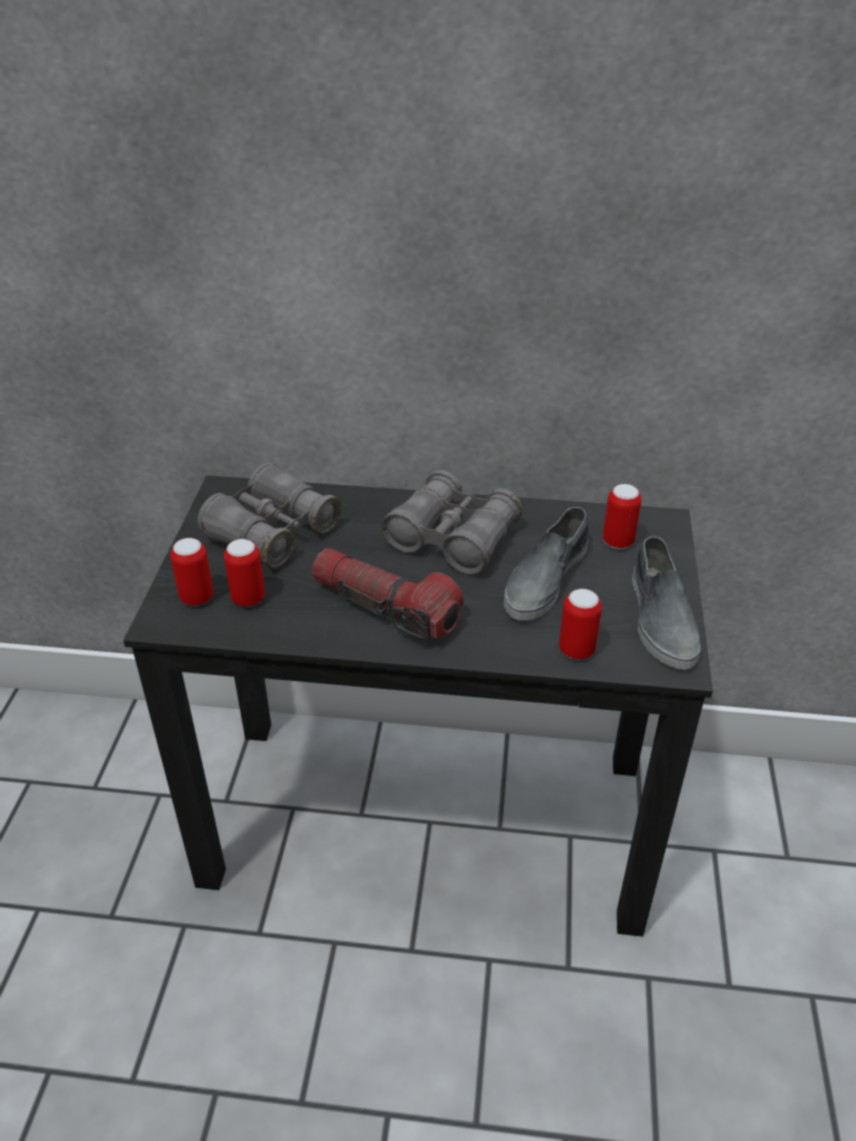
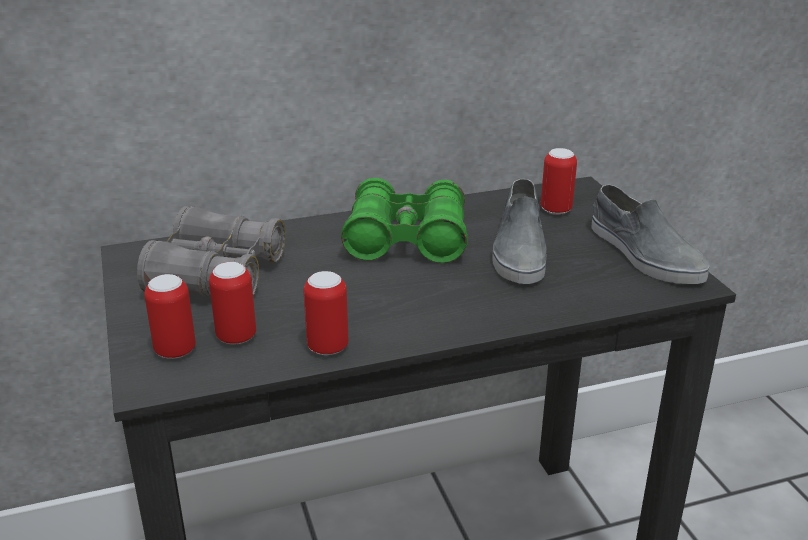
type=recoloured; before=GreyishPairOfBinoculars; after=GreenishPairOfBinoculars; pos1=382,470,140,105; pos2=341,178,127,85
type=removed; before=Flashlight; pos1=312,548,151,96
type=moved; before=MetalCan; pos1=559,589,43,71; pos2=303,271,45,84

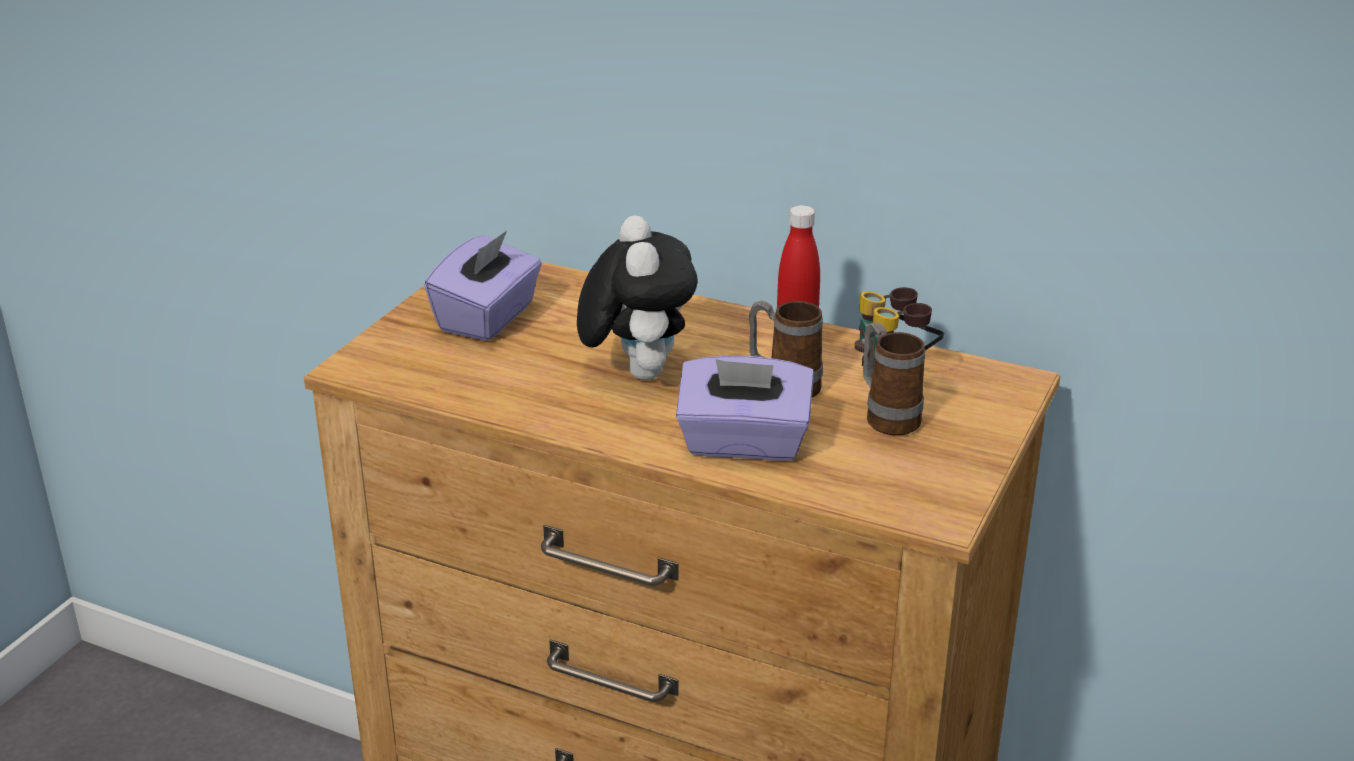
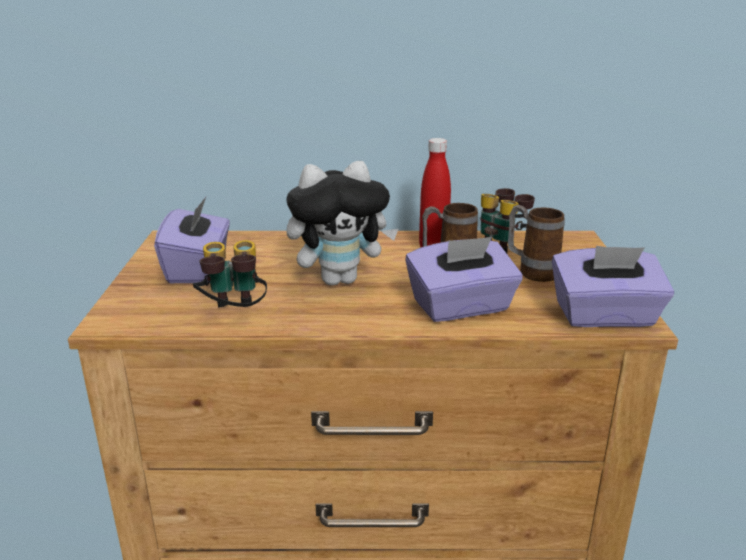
type=turned; before=PlushToy; pos1=577,215,120,165; pos2=286,161,112,125; turn=105
type=added; after=PairOfBinoculars; pos2=193,240,74,68
type=added; after=PurpleTissueBox; pos2=552,246,122,81

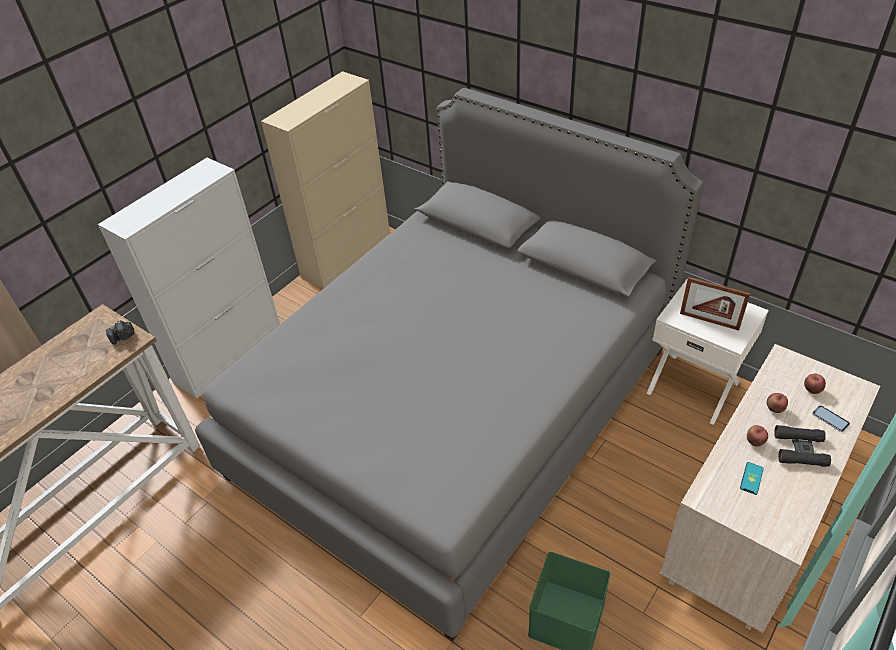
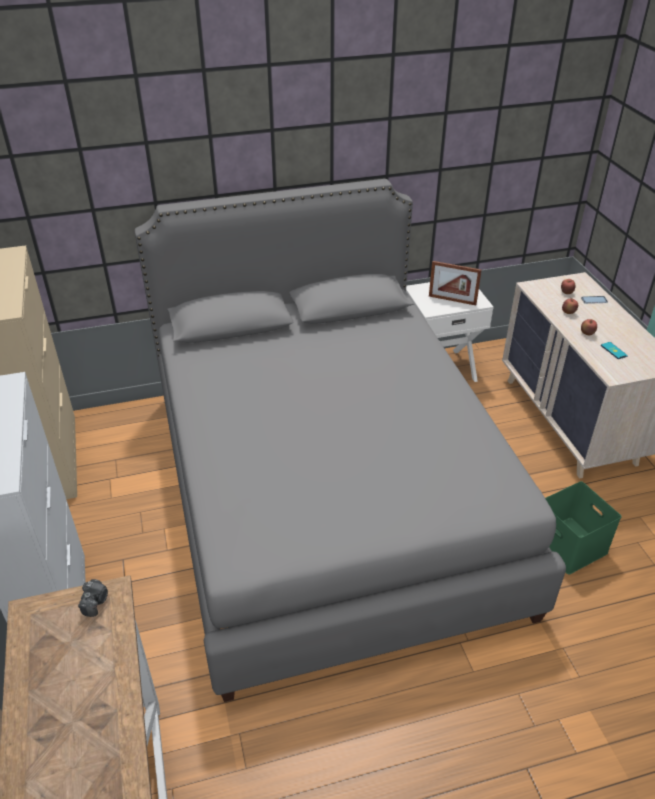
type=turned; before=StandingFrame; pos1=680,277,70,54; pos2=429,261,53,44; turn=45
type=removed; before=BlackishPairOfBinoculars; pos1=774,425,57,42

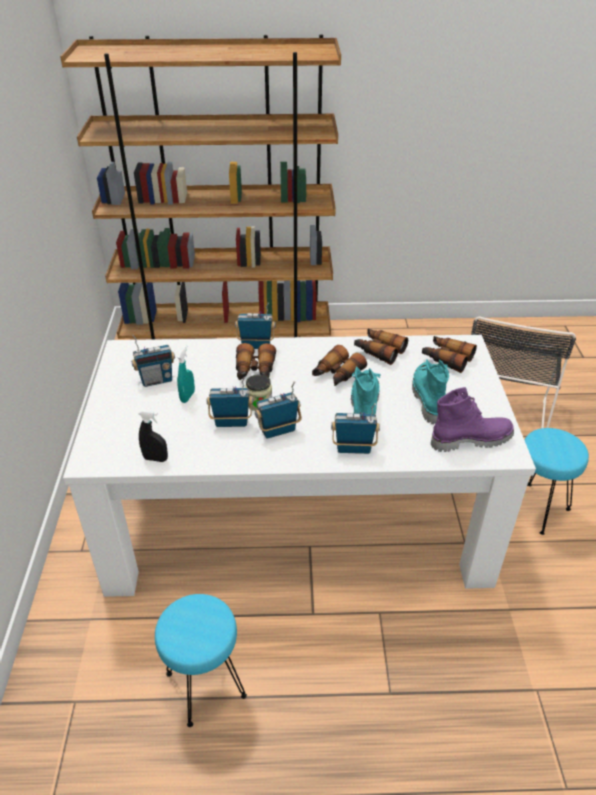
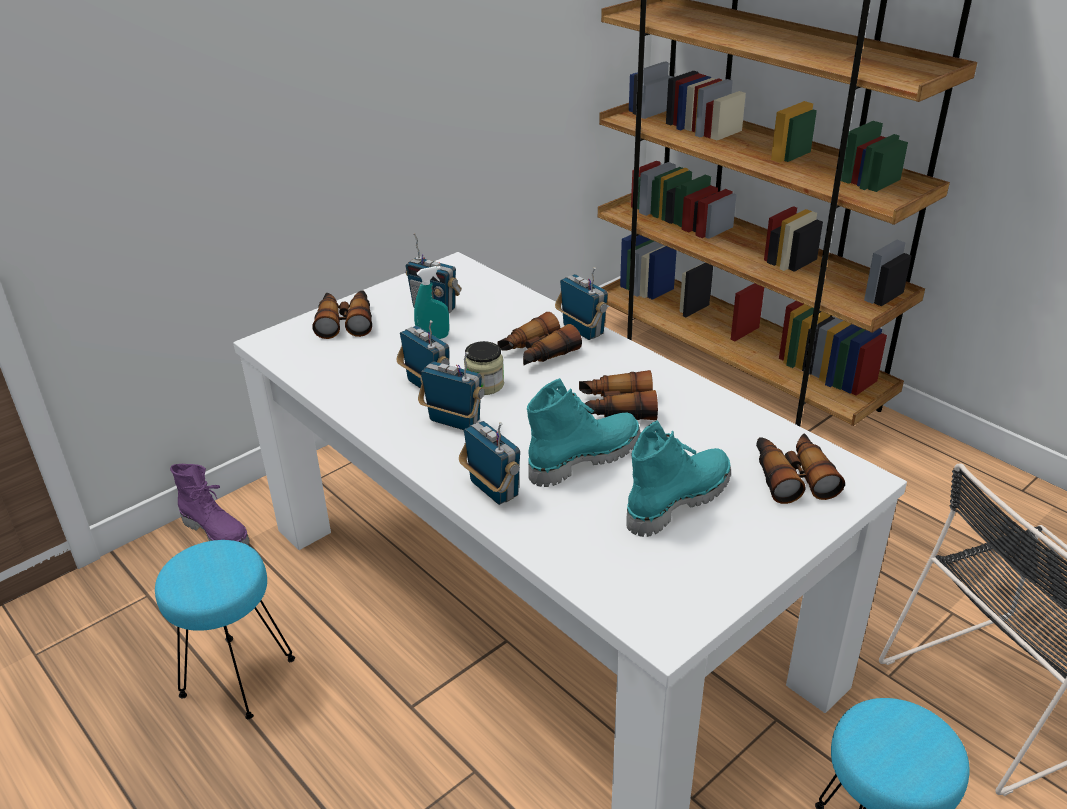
type=moved; before=PairOfBinoculars; pos1=354,329,54,36; pos2=312,290,60,49
type=moved; before=PurpleTallBoot; pos1=431,387,83,65; pos2=170,464,80,81
type=removed; before=BlackishSprayer; pos1=138,410,30,52

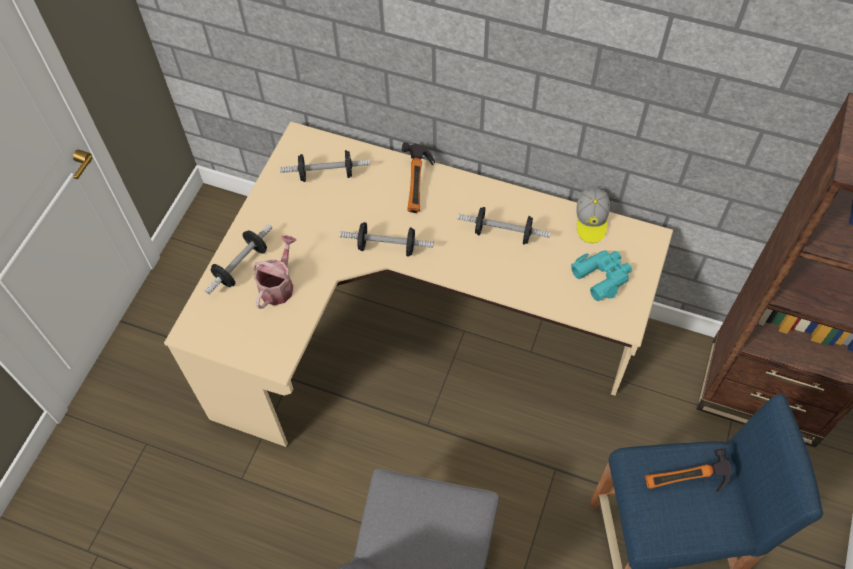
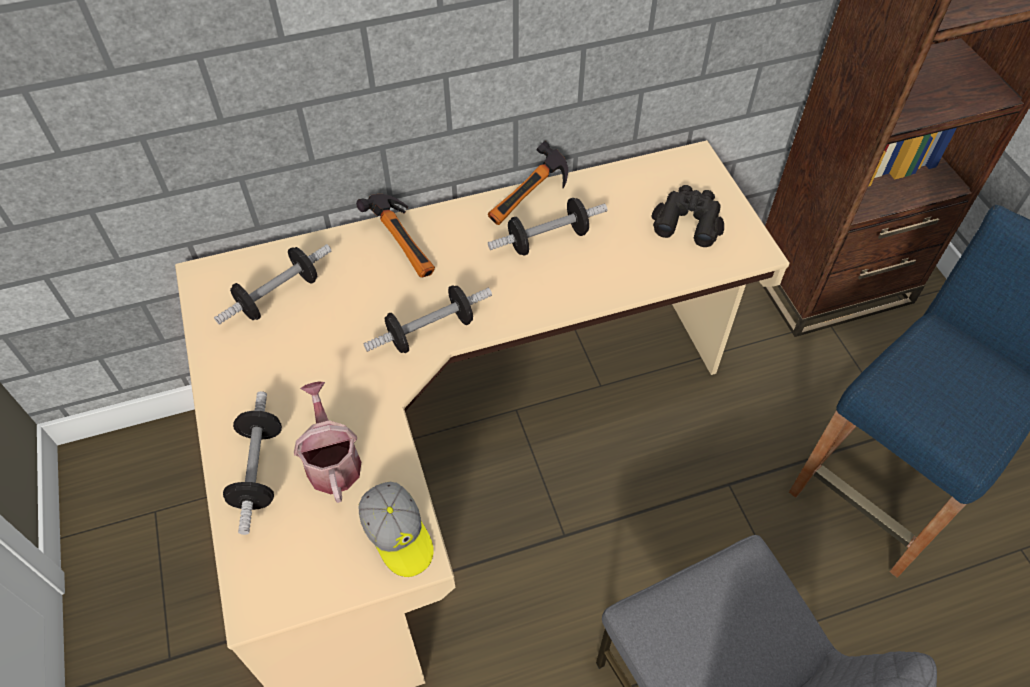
type=moved; before=Cap; pos1=576,188,34,55; pos2=358,482,76,95
type=recoloured; before=TurquoisePairOfBinoculars; after=BlackishPairOfBinoculars; pos1=571,251,61,50; pos2=651,185,73,62
type=moved; before=Hammer; pos1=644,449,87,43; pos2=488,141,80,84

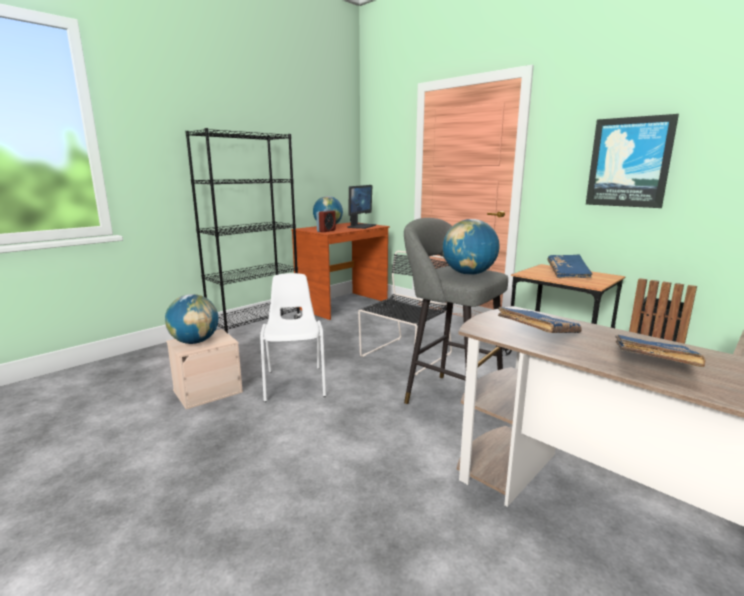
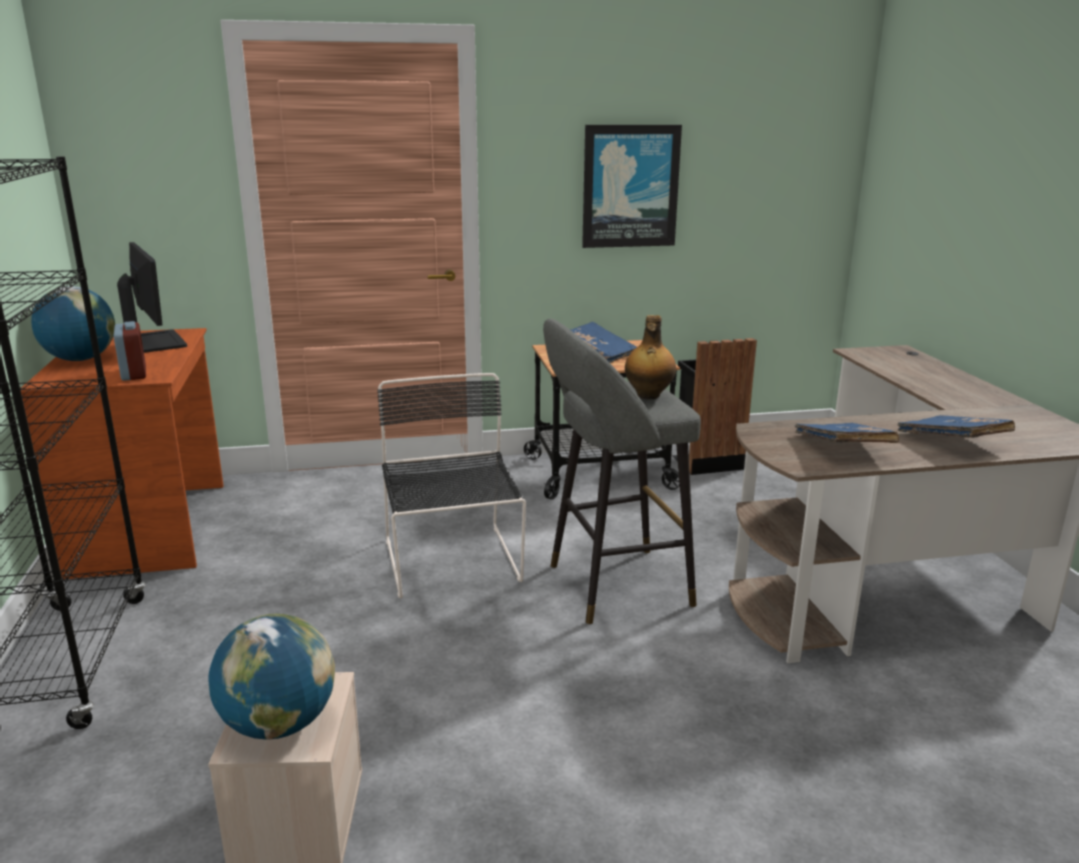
type=replaced; before=DeskGlobe; after=BeverageBottle; pos1=443,219,57,56; pos2=625,315,51,85
type=removed; before=WhitishUprightChair; pos1=260,273,66,129

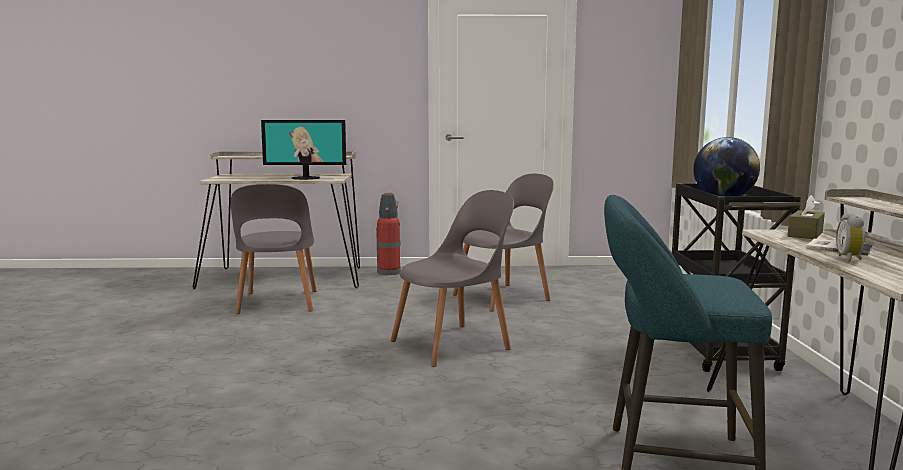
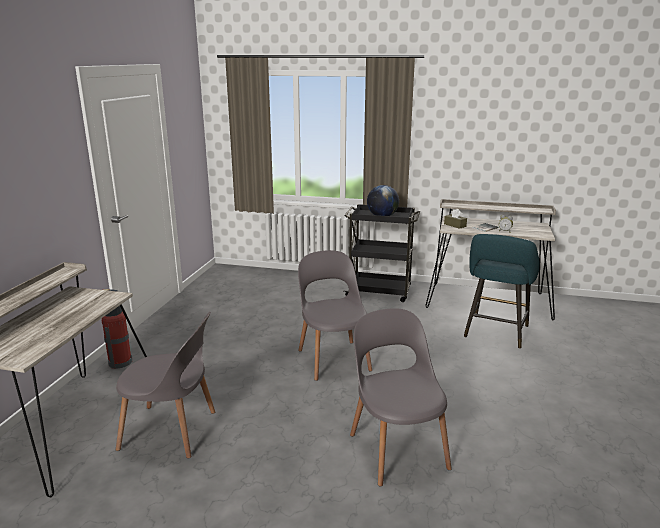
type=removed; before=ComputerDisplay; pos1=261,120,85,60
type=moved; before=GreyishUprightChair; pos1=453,174,101,138; pos2=350,308,102,179

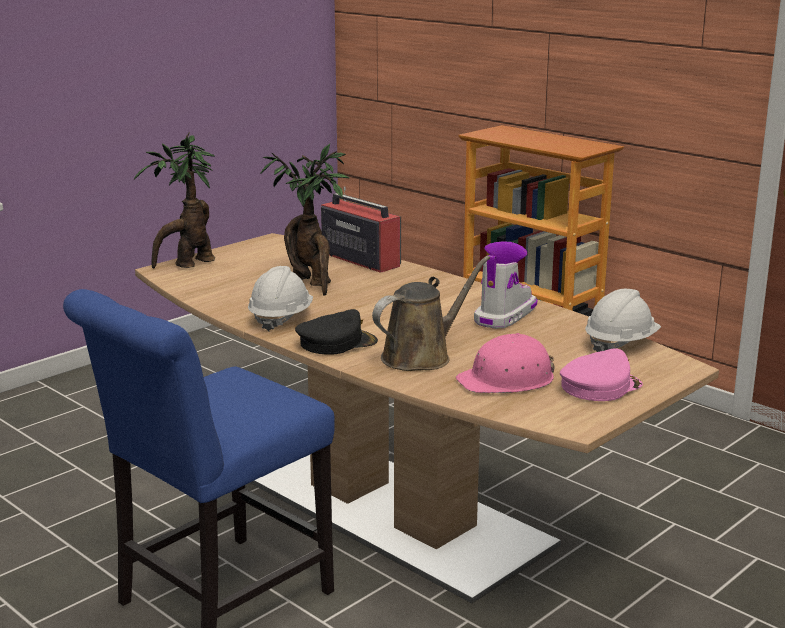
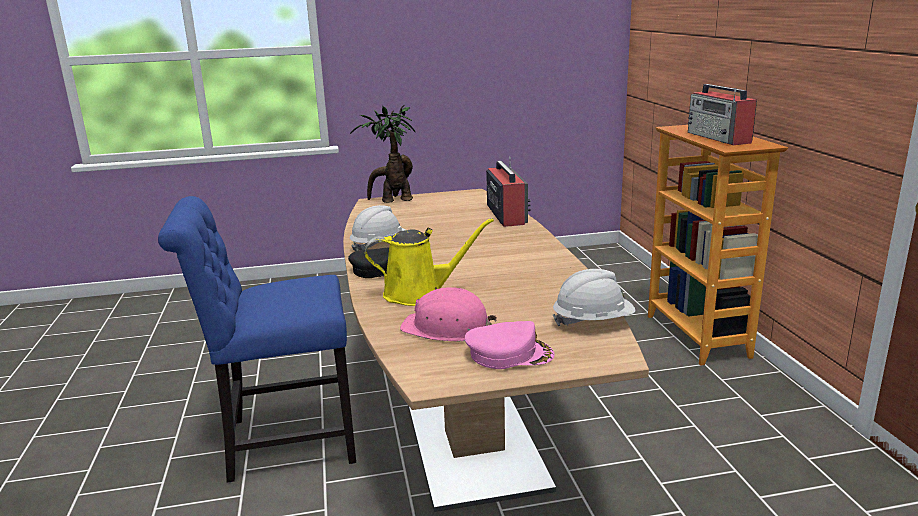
type=removed; before=PottedPlant; pos1=260,144,89,152
type=removed; before=TallBoot; pos1=474,241,63,88
type=recoloured; before=BrownWateringCan; after=YellowColouredWateringCan; pos1=372,256,118,115; pos2=365,218,129,88
type=added; after=RadioSet; pos2=688,84,69,61

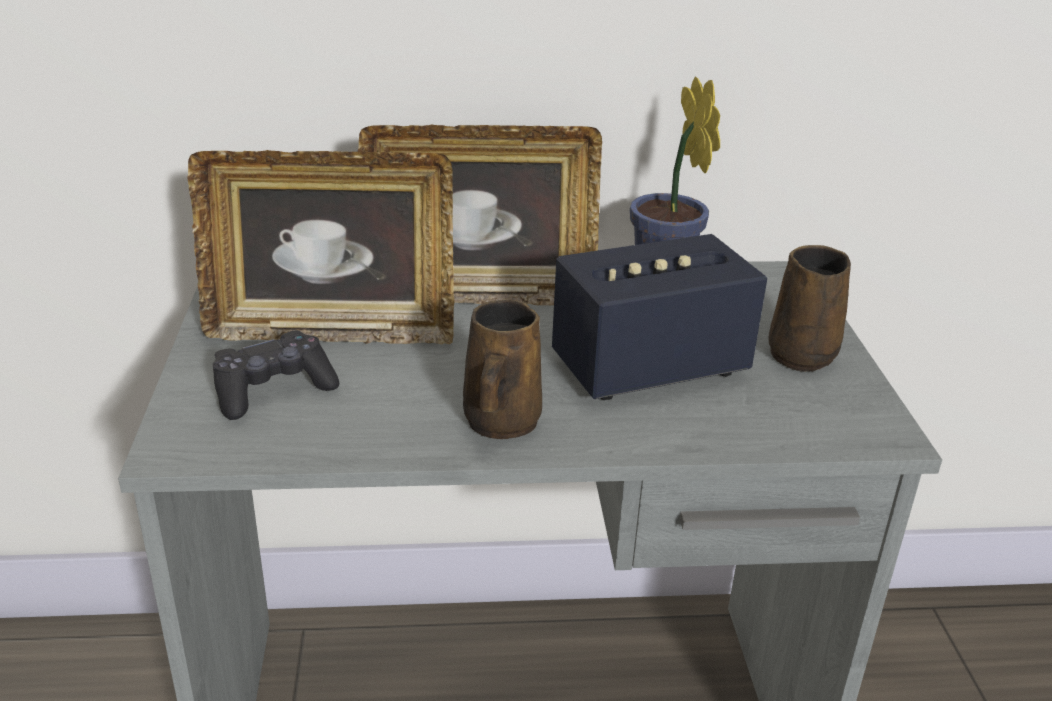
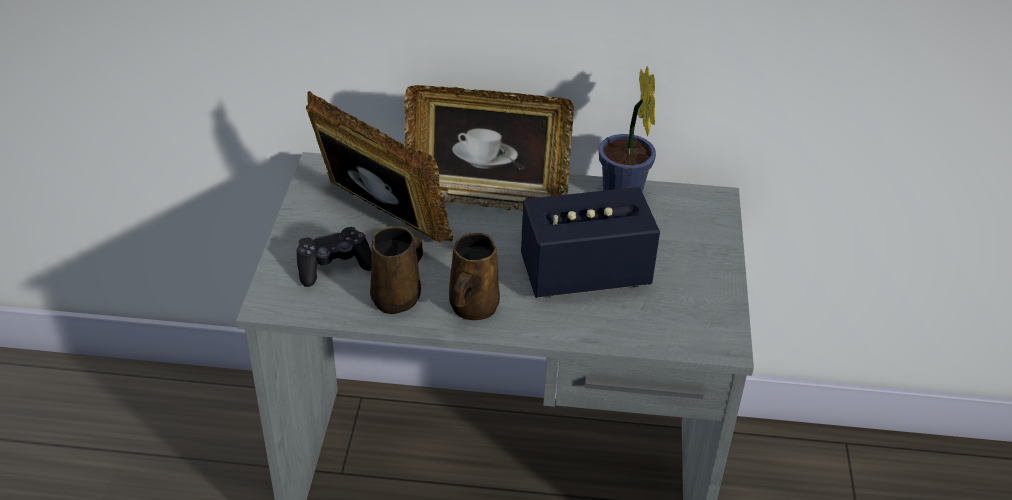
type=turned; before=StandingFrame; pos1=187,150,267,194; pos2=306,91,147,151; turn=-150
type=moved; before=BrownCoffeeMug; pos1=768,245,83,127; pos2=370,226,53,88

